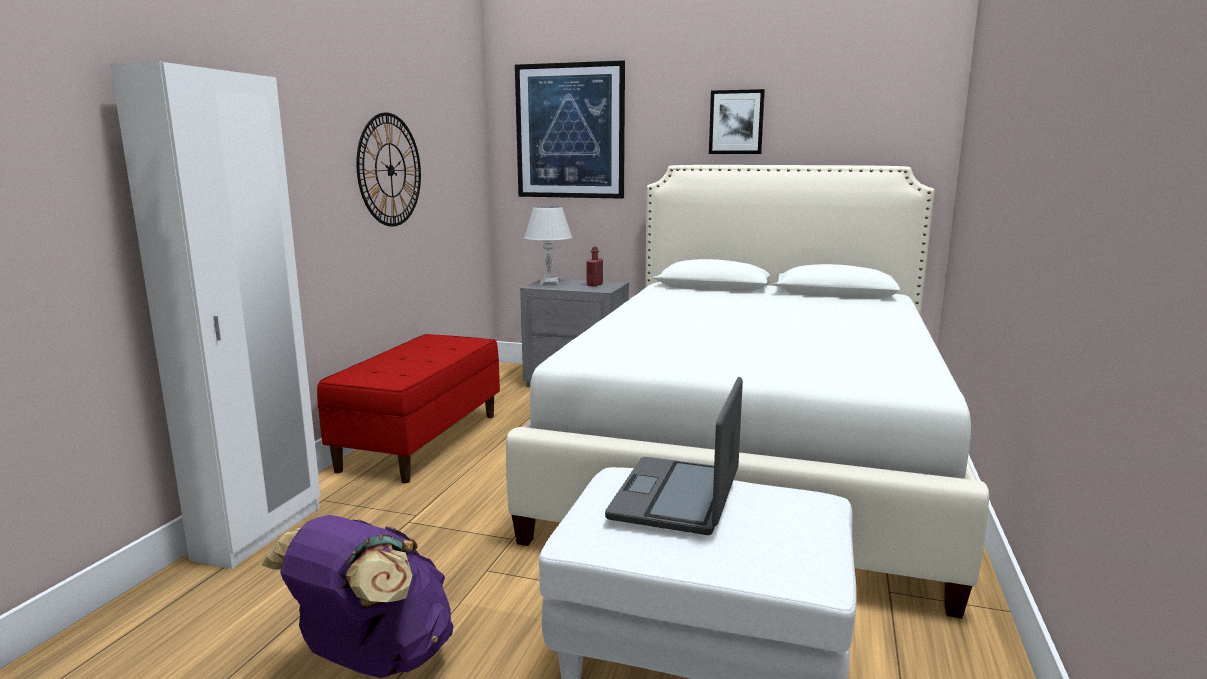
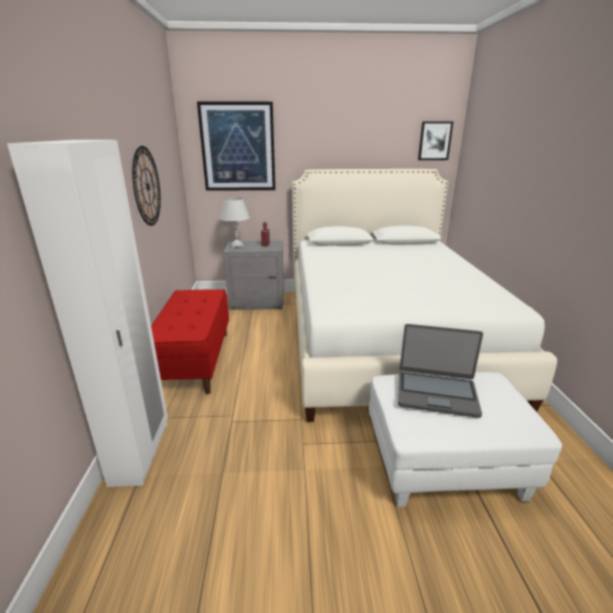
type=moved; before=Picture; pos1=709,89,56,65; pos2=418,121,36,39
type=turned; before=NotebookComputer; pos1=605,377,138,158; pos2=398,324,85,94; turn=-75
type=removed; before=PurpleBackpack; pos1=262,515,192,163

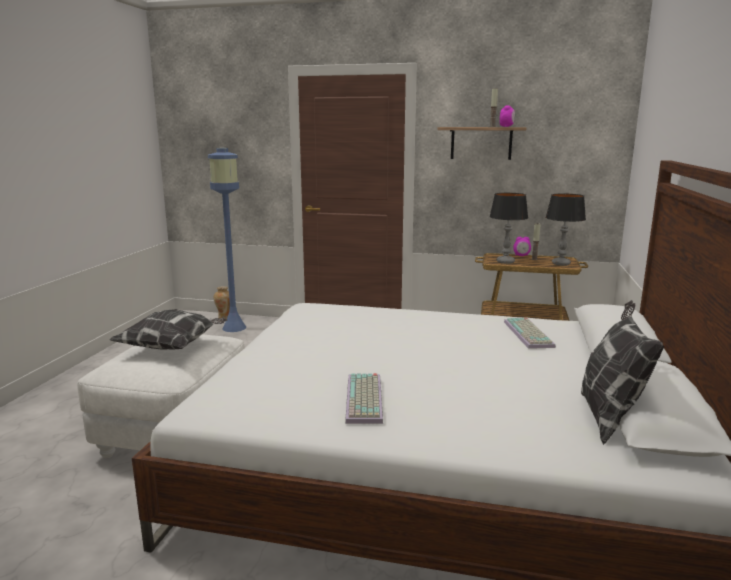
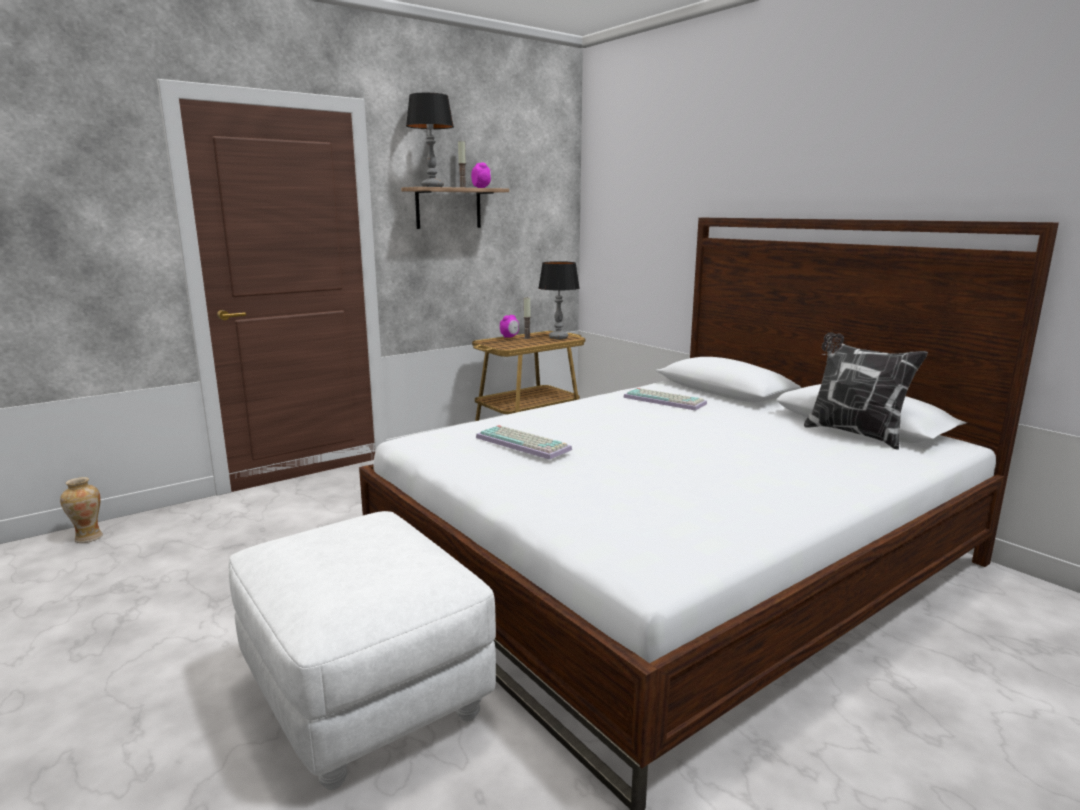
type=removed; before=BlueStandardLamp; pos1=208,148,38,184
type=moved; before=LampForATable; pos1=489,193,39,71; pos2=406,93,48,94
type=removed; before=ThrowPillow; pos1=110,309,117,41
type=moved; before=Keyboard; pos1=345,373,38,51; pos2=476,425,96,35

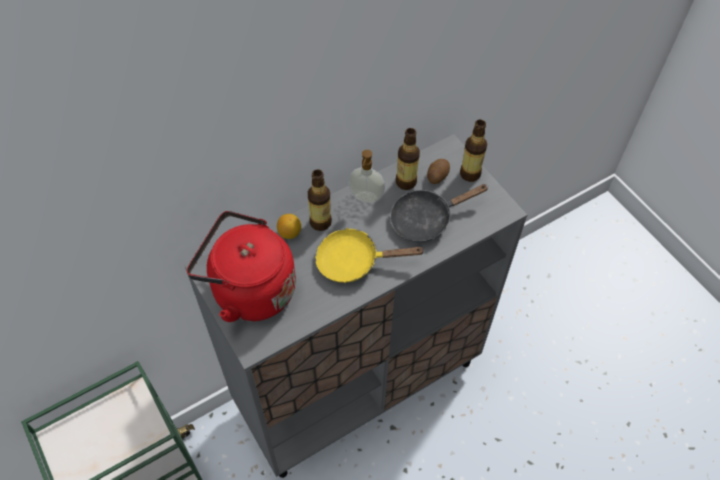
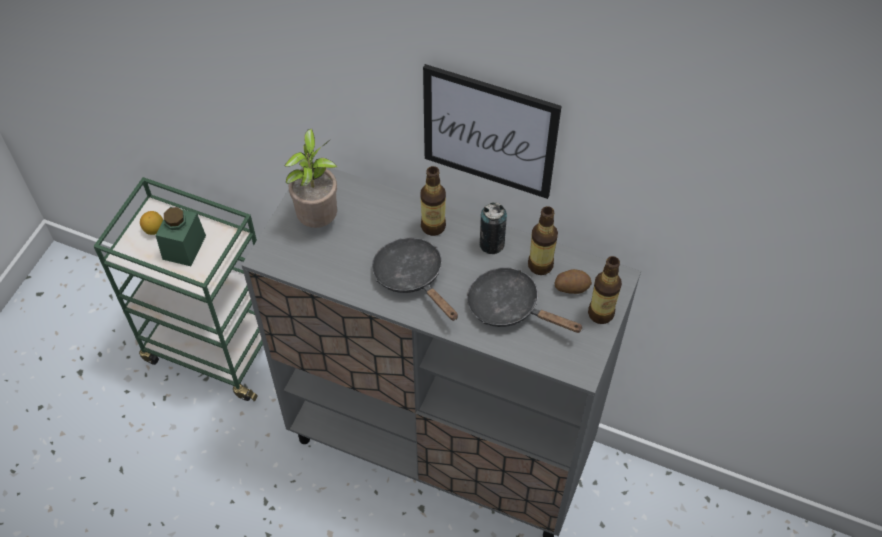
type=replaced; before=SoapBottle; after=MetalCan; pos1=348,150,37,53; pos2=479,202,28,52
type=replaced; before=RedTeaKettle; after=PottedPlant; pos1=187,211,109,111; pos2=284,129,53,99
type=moved; before=CitrusFruit; pos1=277,214,24,25; pos2=140,211,23,24
type=recoloured; before=YellowColouredPan; after=BlackishPan; pos1=315,228,110,55; pos2=372,237,86,84
type=added; after=Picture; pos2=423,64,139,135
type=added; after=GreenishJar; pos2=156,207,50,59

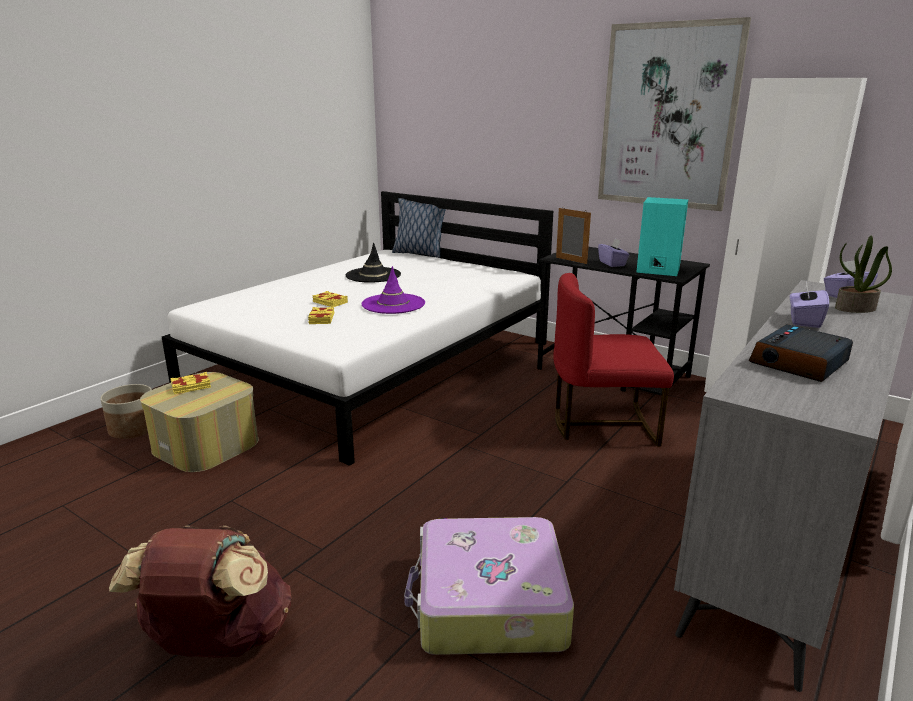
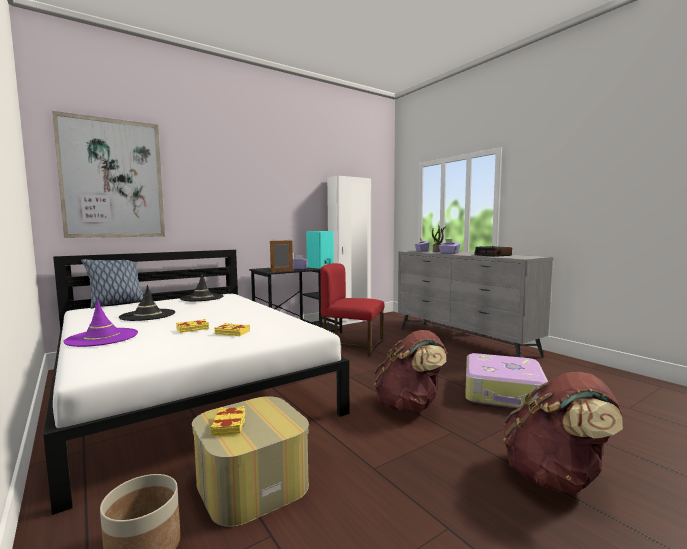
type=moved; before=Picture; pos1=598,17,153,194; pos2=52,111,113,127
type=moved; before=PurpleHat; pos1=362,266,63,48; pos2=63,300,75,47
type=turned; before=RedUprightChair; pos1=553,273,121,174; pos2=320,263,64,94; turn=90
type=added; after=BlackishHat; pos2=180,274,43,27
type=added; after=BrownBackpack; pos2=374,330,73,84

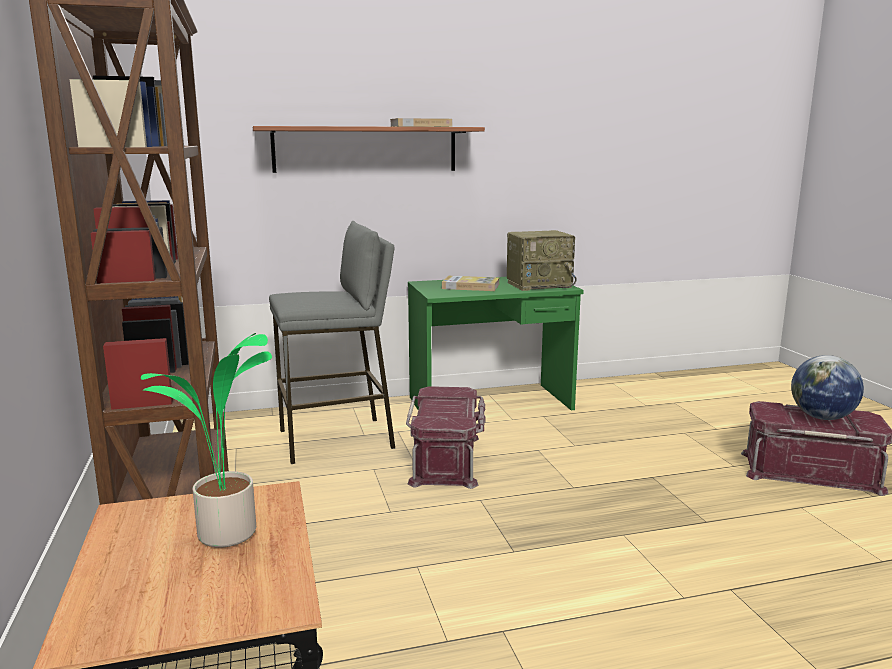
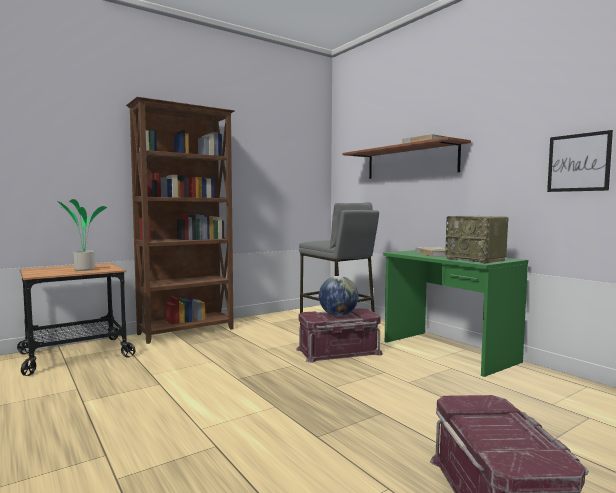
type=moved; before=DeskGlobe; pos1=791,355,73,65; pos2=319,276,40,40
type=added; after=Picture; pos2=547,130,66,62

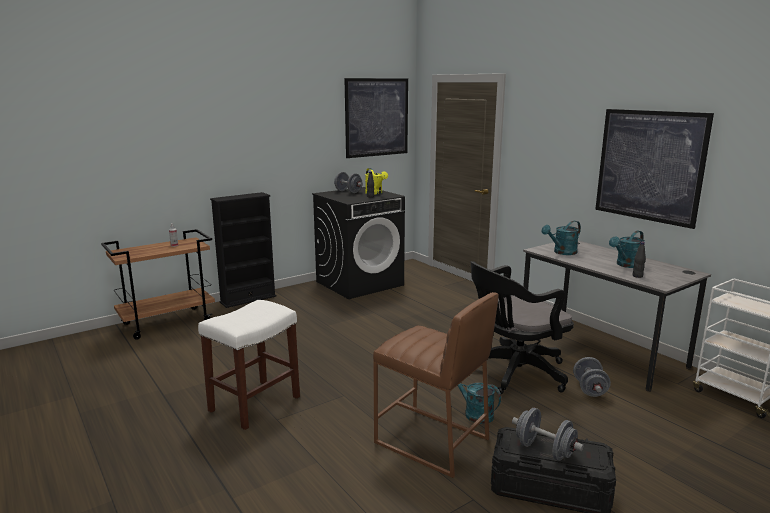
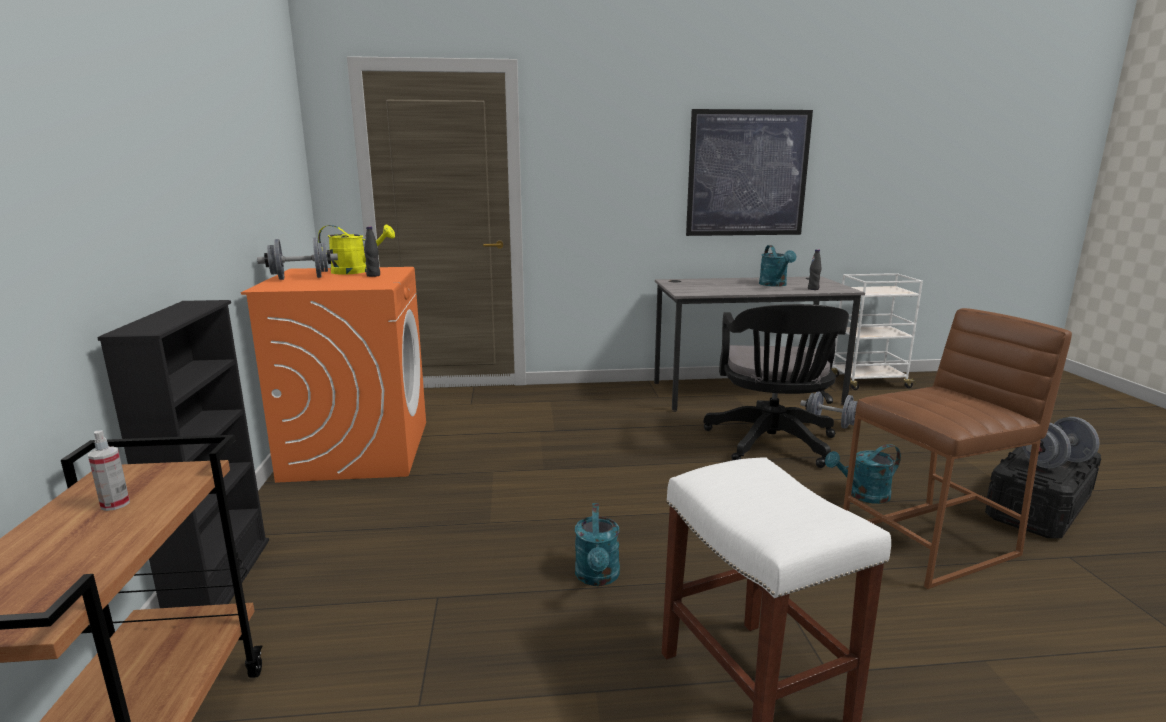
type=removed; before=Picture; pos1=344,78,64,80
type=recoloured; before=BlackishLaundryMachine; after=OrangeLaundryMachine; pos1=312,187,93,112; pos2=241,267,185,216
type=moved; before=TurquoiseWateringCan; pos1=541,221,40,34; pos2=575,503,45,83

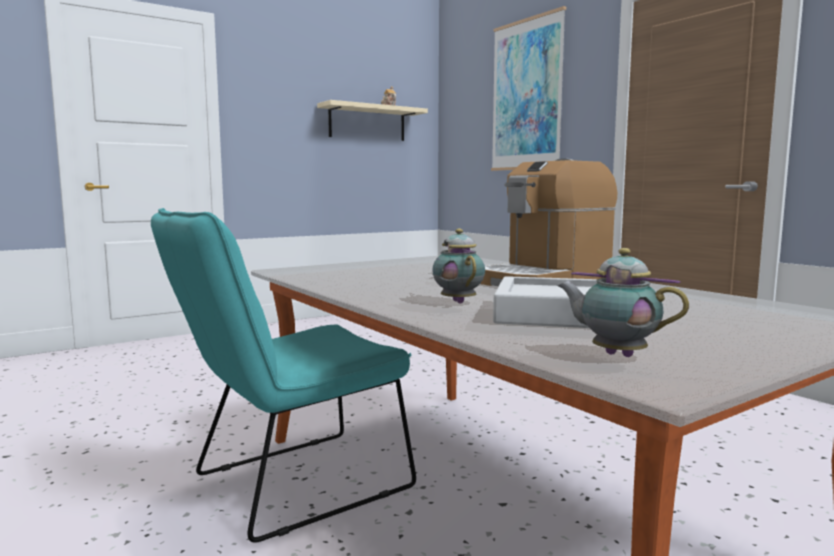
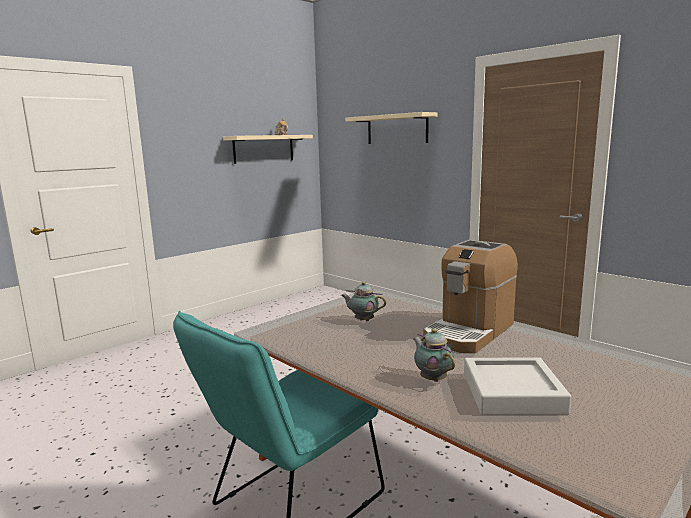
type=replaced; before=Picture; after=BeigeWallShelf; pos1=491,6,75,165; pos2=345,112,93,32
type=moved; before=TeaPot; pos1=558,248,131,109; pos2=341,282,45,39

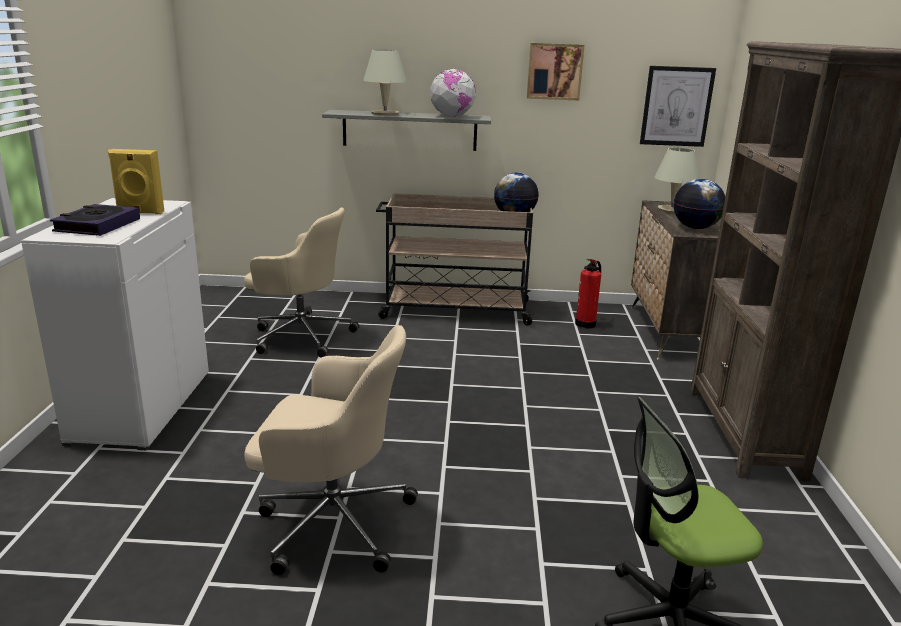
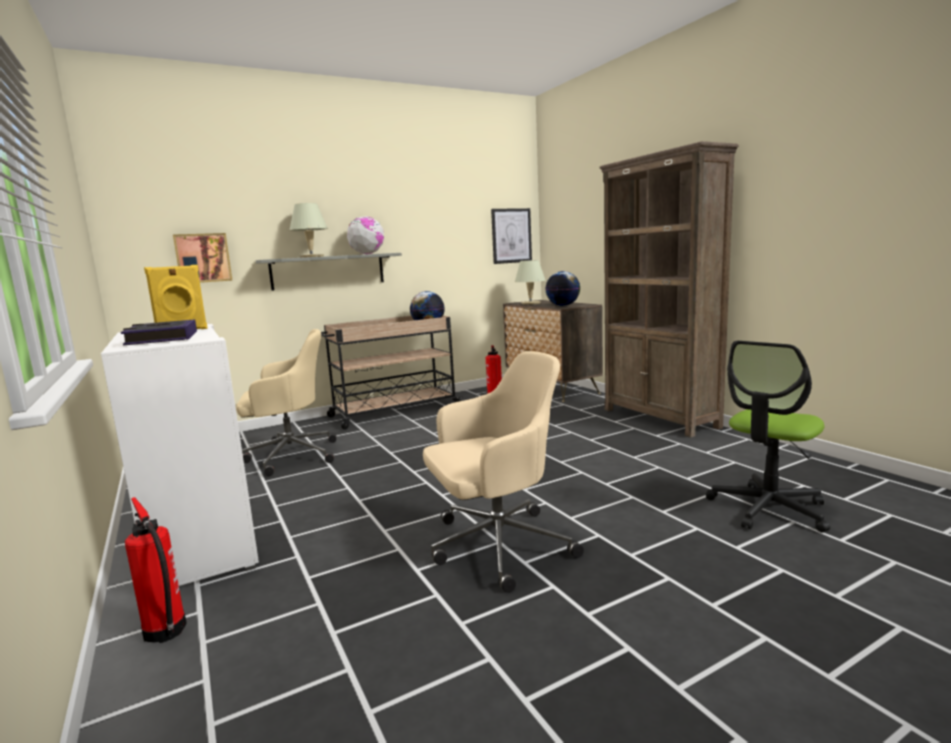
type=moved; before=Picture; pos1=527,43,58,58; pos2=173,233,59,50
type=added; after=FireFightingCylinder; pos2=125,497,62,146

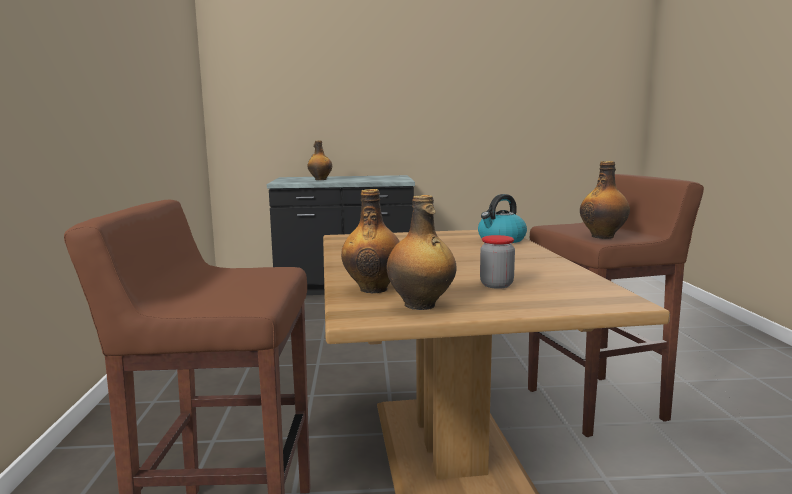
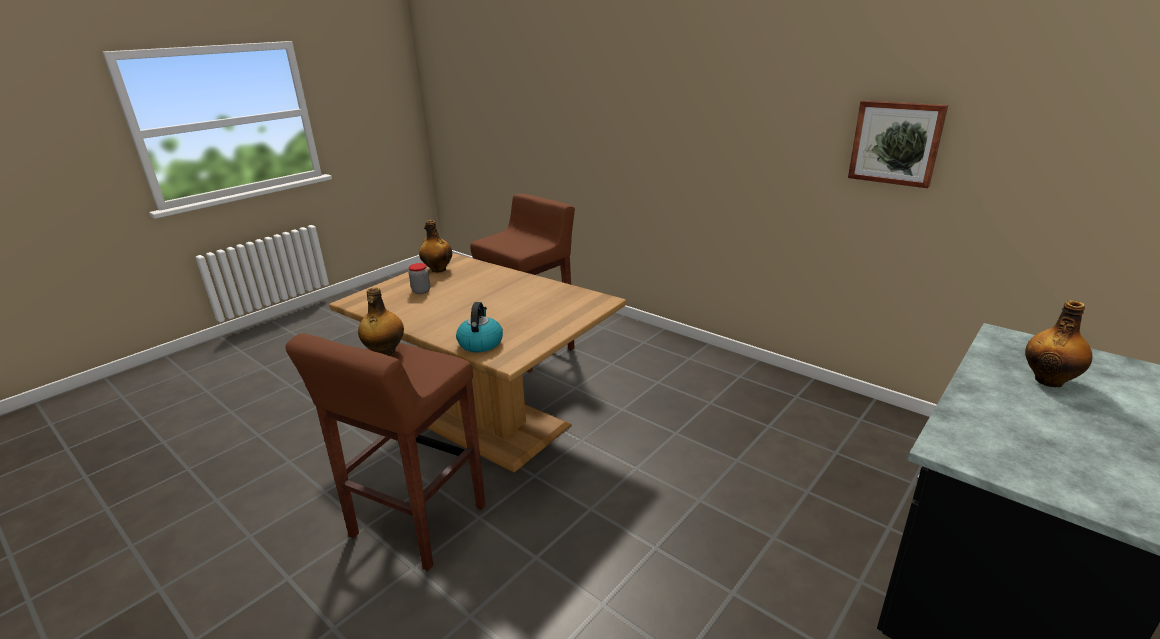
type=removed; before=BeverageBottle; pos1=341,189,59,104
type=added; after=Picture; pos2=848,101,100,87

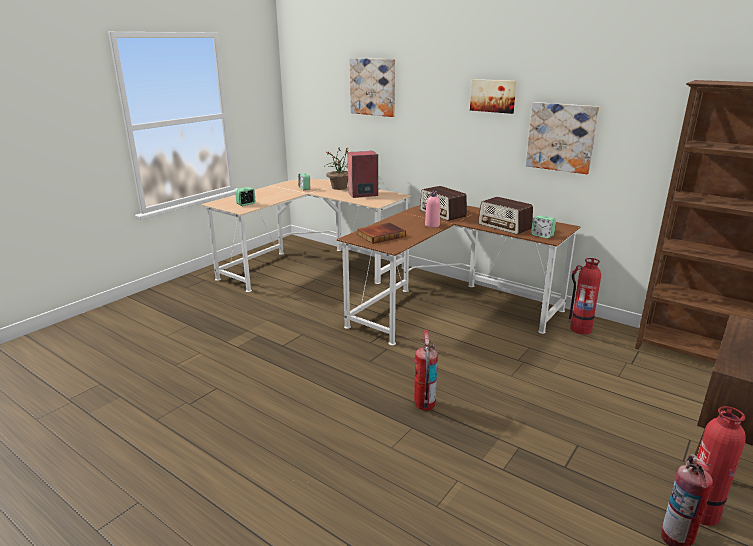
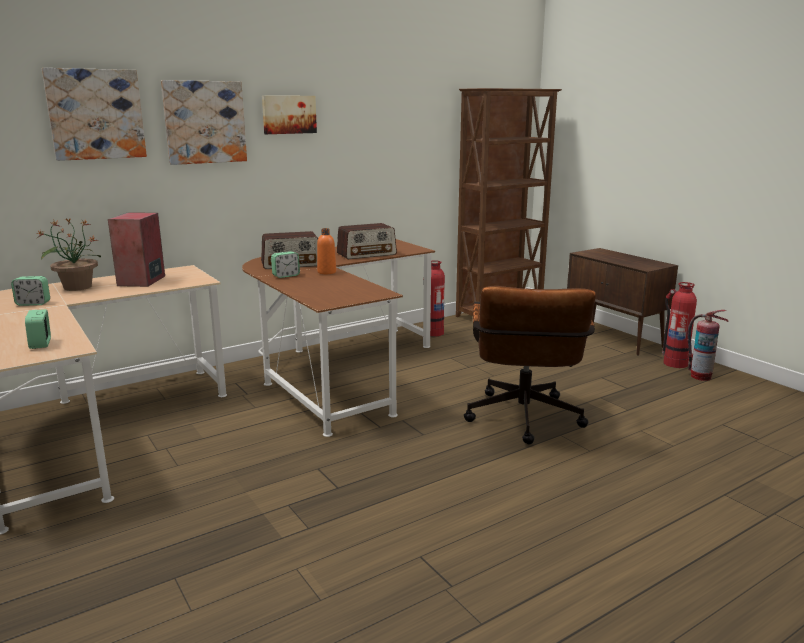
type=moved; before=Picture; pos1=526,102,73,72; pos2=161,80,86,85
type=recoloured; before=PinkBeverageBottle; after=OrangeBeverageBottle; pos1=425,191,15,37; pos2=317,228,19,46
type=moved; before=BedsideClock; pos1=531,215,25,23; pos2=271,251,29,27
type=removed; before=BoundBook; pos1=357,223,49,21
type=replaced; before=FireFightingCylinder; after=BrownComputerChair; pos1=414,329,24,81; pos2=464,286,132,158

